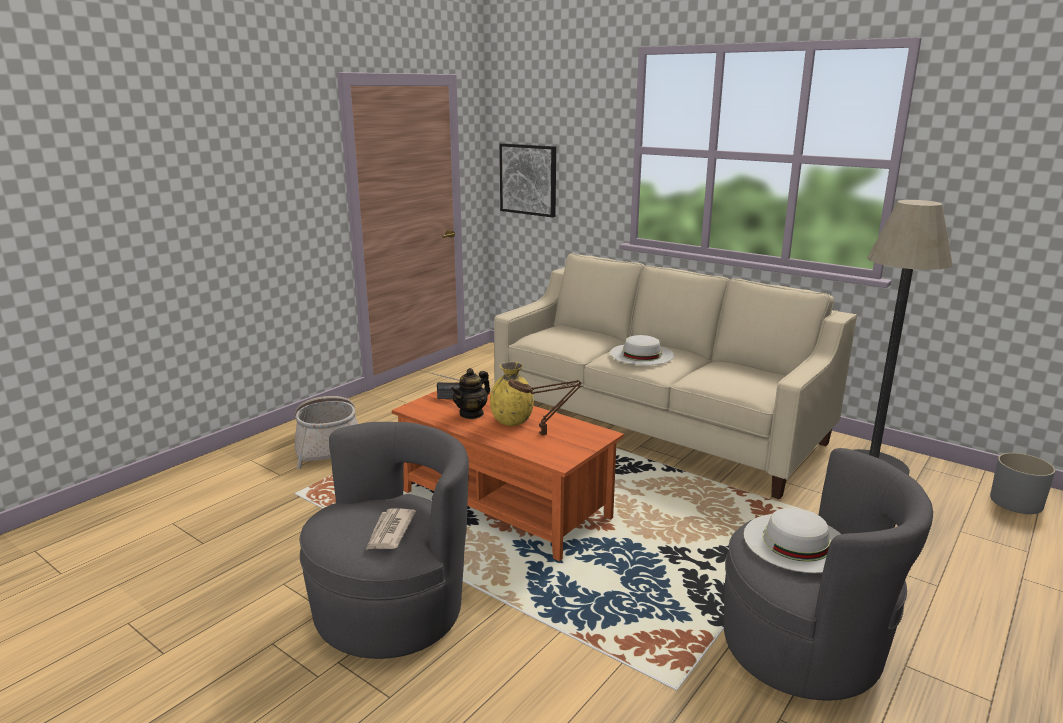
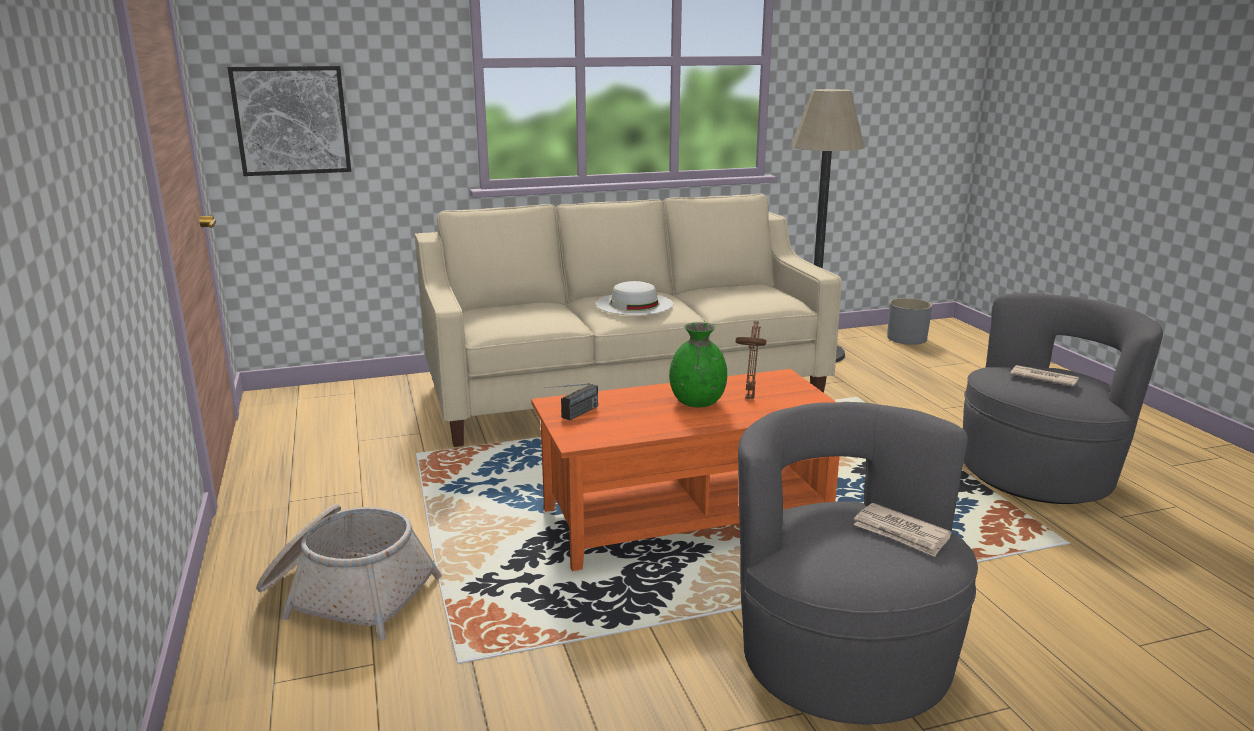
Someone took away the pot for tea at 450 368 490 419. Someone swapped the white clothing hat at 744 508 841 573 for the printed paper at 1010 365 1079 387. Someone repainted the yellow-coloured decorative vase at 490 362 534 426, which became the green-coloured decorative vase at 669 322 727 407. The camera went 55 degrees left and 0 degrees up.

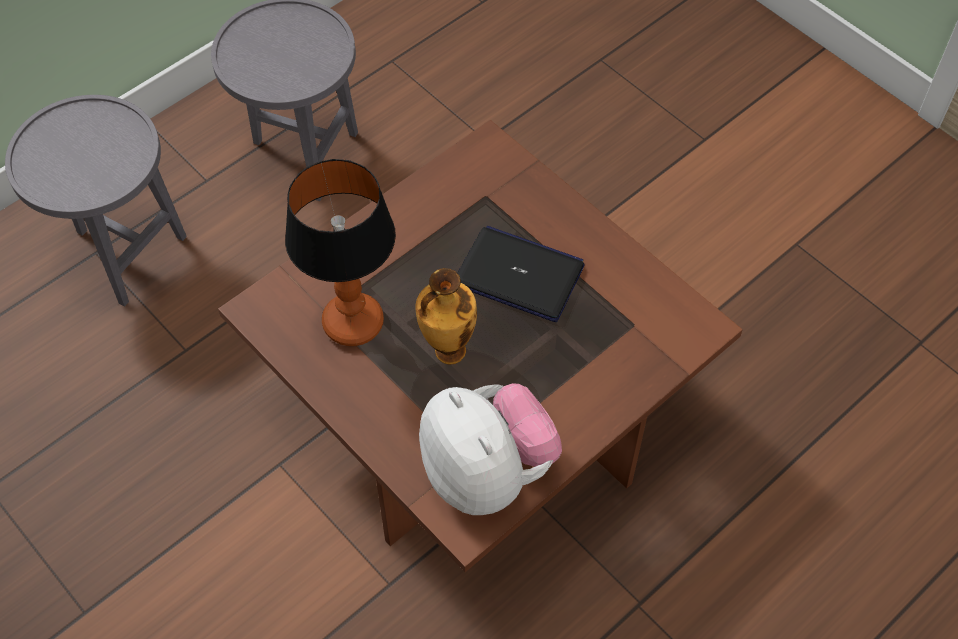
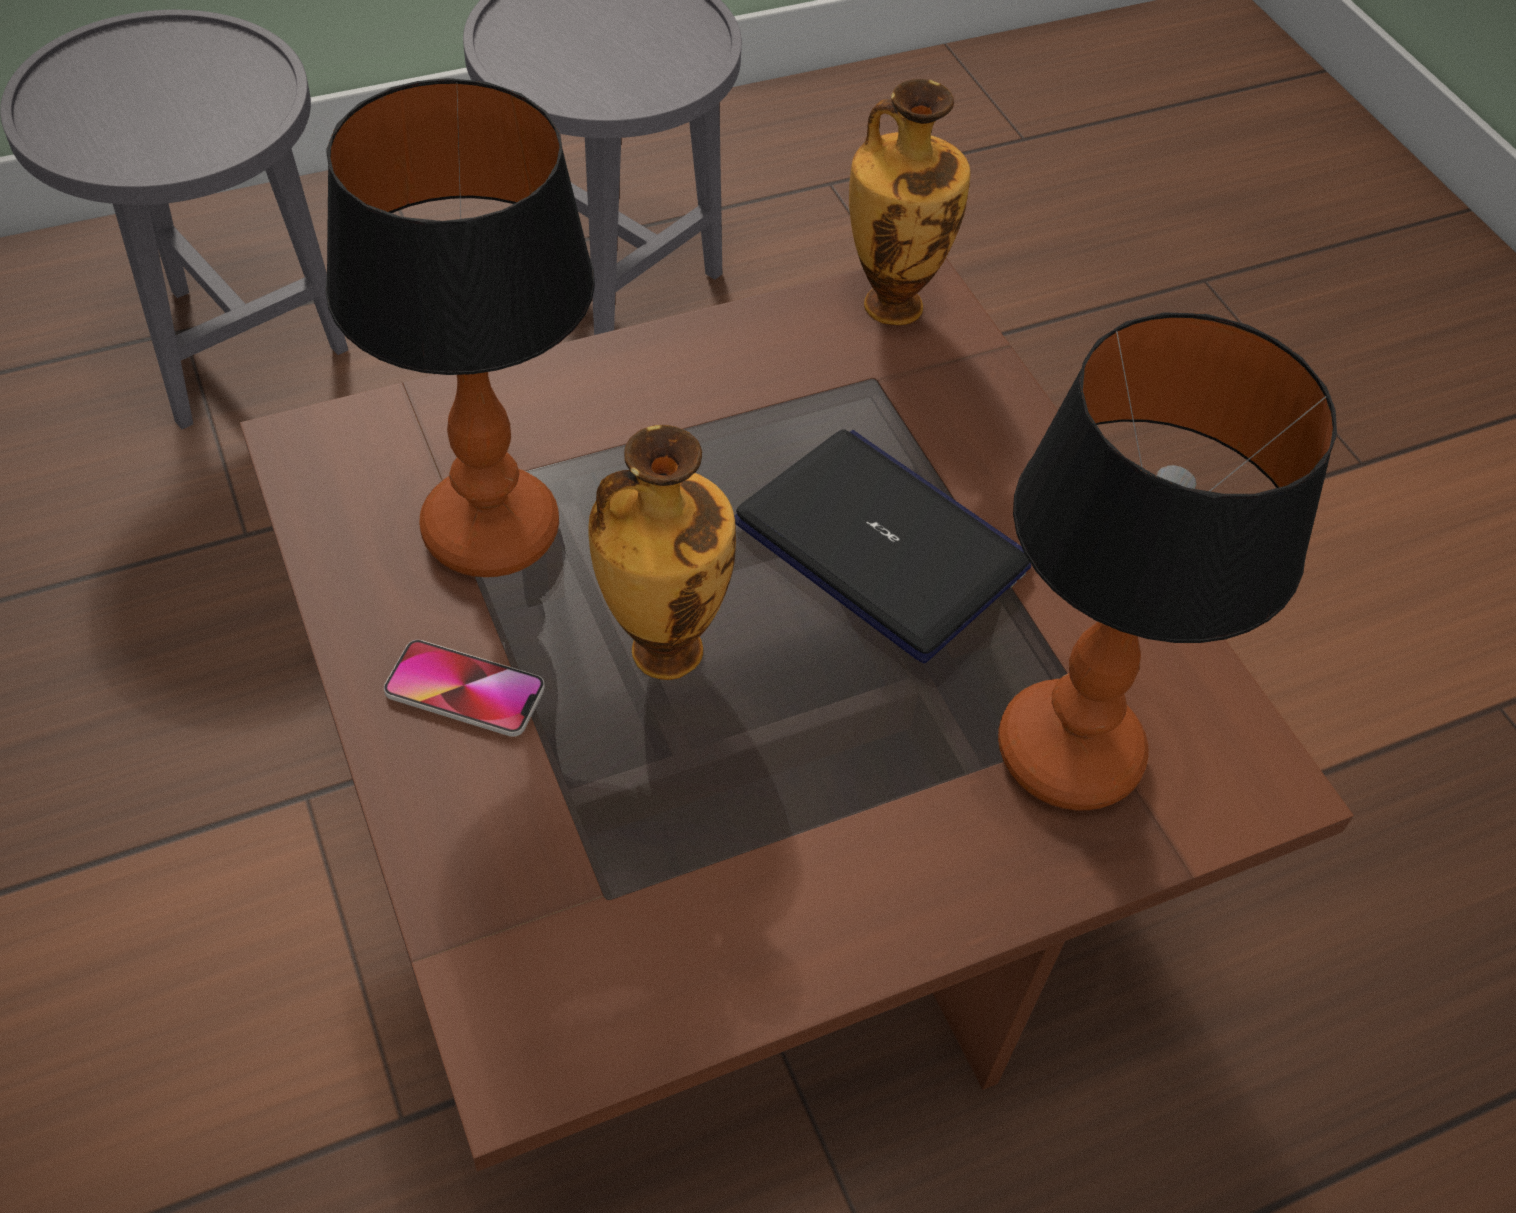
Someone took away the cuddly toy at 419 383 562 515. Someone put down the handset at 384 640 545 737. Someone put down the decorative vase at 849 79 971 325. Someone put down the table lamp at 998 312 1337 810. The camera went 15 degrees right and 5 degrees down.

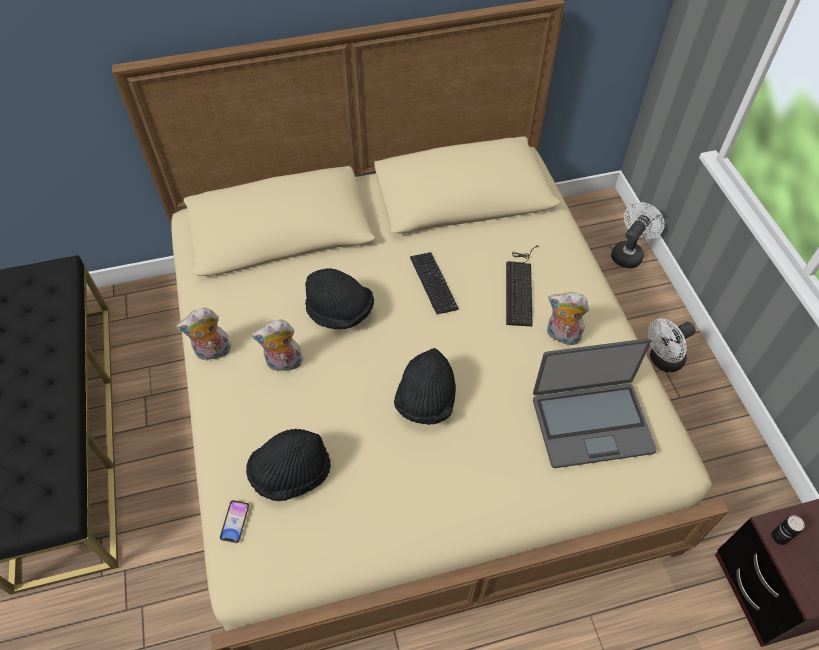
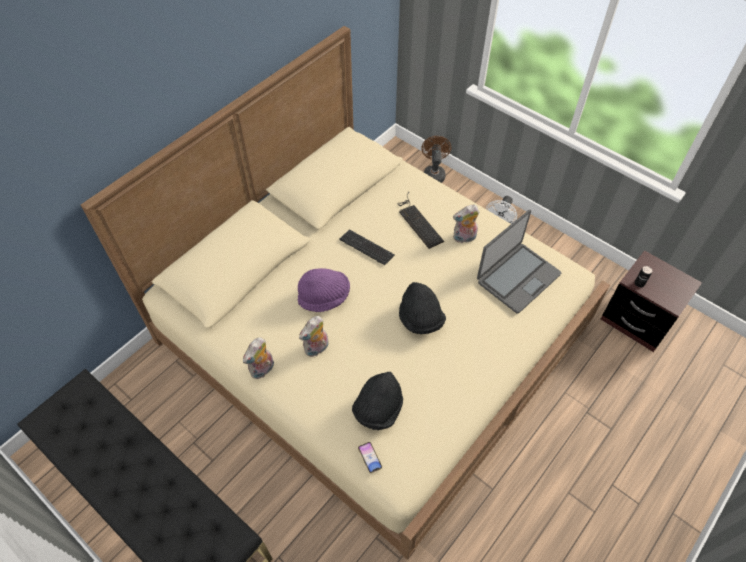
Someone repainted the blackish clothing hat at 305 268 374 329, which became the purple-coloured clothing hat at 298 268 350 312. Someone repainted the white electric fan at 611 202 665 268, which became the brown electric fan at 421 136 451 183. The camera went 35 degrees left and 0 degrees up.

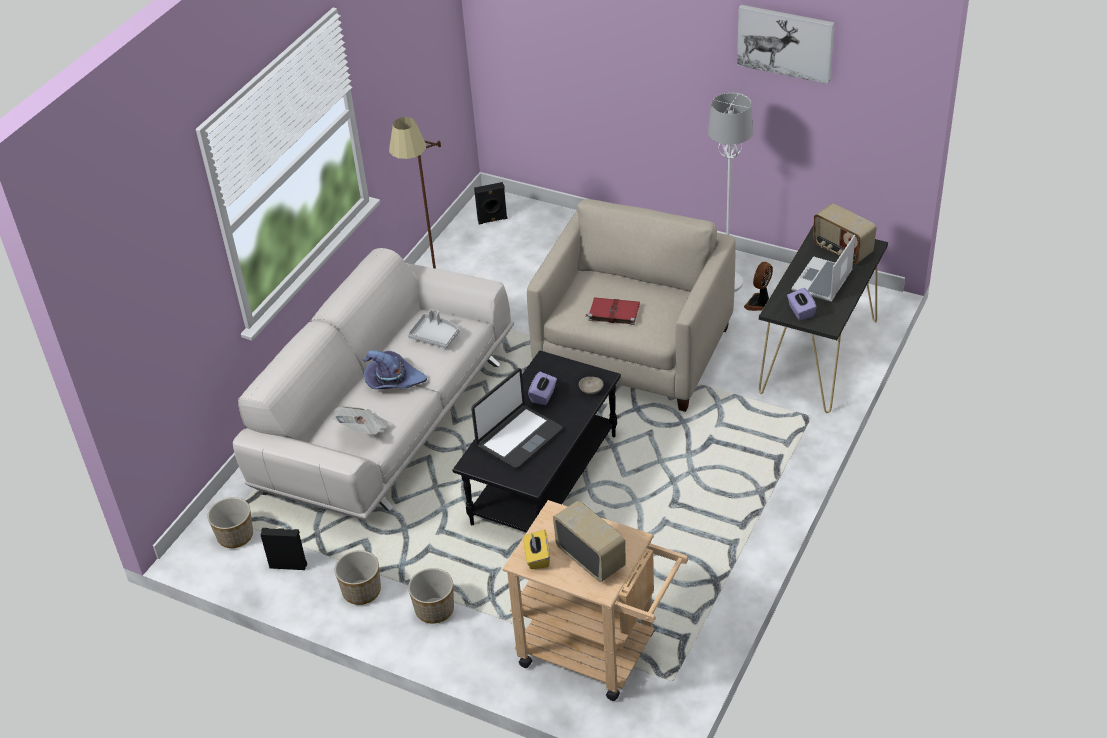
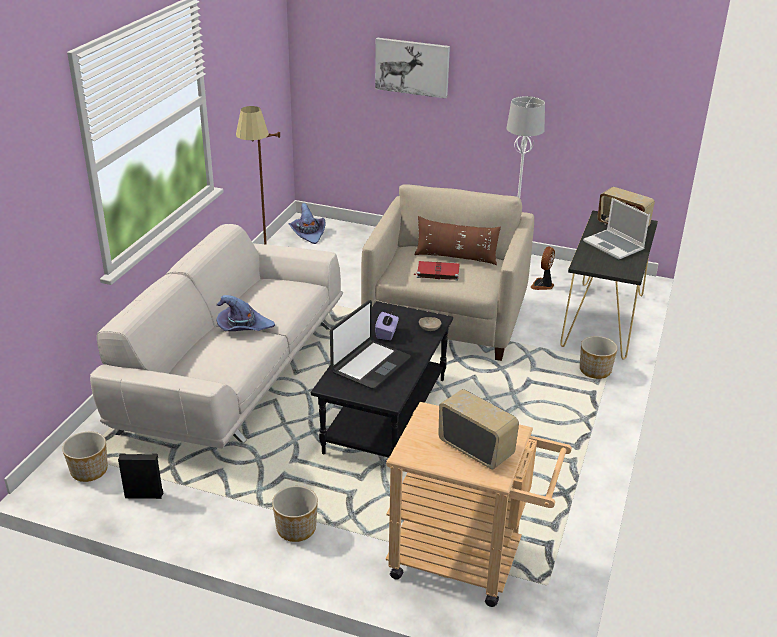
Someone took away the printed paper at 333 406 392 435. Someone took away the grey tray at 408 309 460 349. Someone took away the yellow-coloured tissue box at 523 530 550 569. Someone took away the purple-coloured tissue box at 787 288 817 320. Someone put down the brown cushion at 414 216 501 265. Someone carried the plant pot from 335 550 381 605 to 580 336 618 379. Someone carried the wall picture from 737 5 835 84 to 375 38 450 99. Someone swapped the blackish audio speaker at 474 182 508 225 for the purple-coloured clothing hat at 289 203 326 244. Someone rotated the notebook computer at 791 235 855 302 by 60 degrees counterclockwise. The camera went 10 degrees left and 10 degrees down.

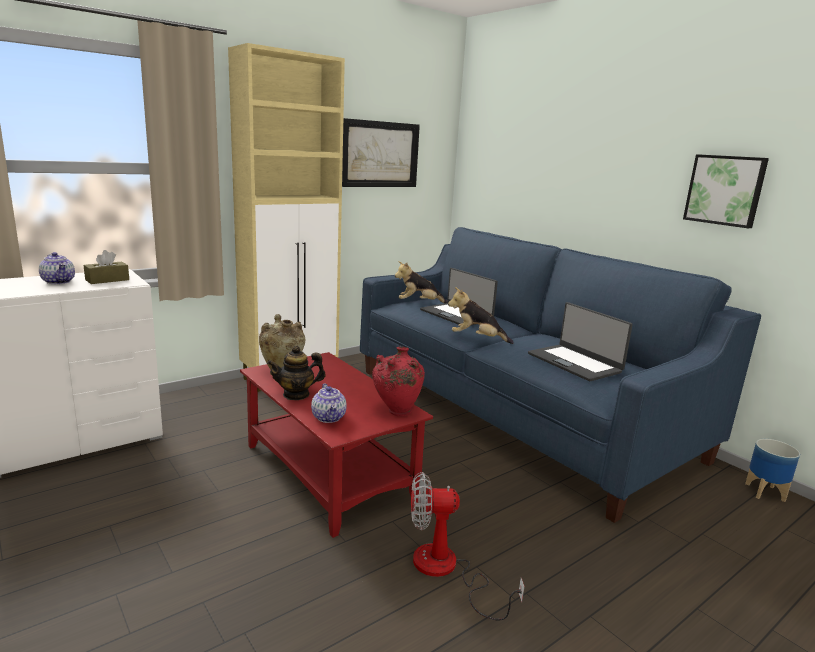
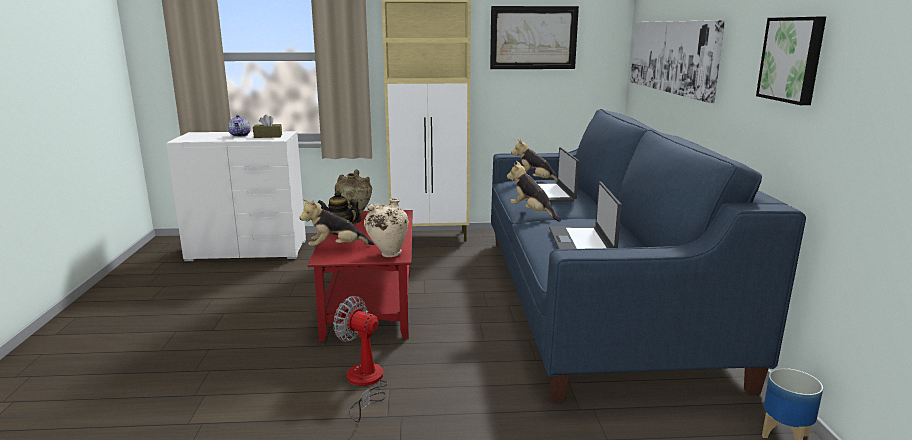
Someone put up the wall picture at 630 20 725 103. Someone swapped the pot for tea at 311 383 347 423 for the cuddly toy at 299 199 374 246. Someone repainted the reddish decorative vase at 372 347 425 416, which became the beige decorative vase at 364 198 409 257. The camera went 35 degrees right and 0 degrees up.

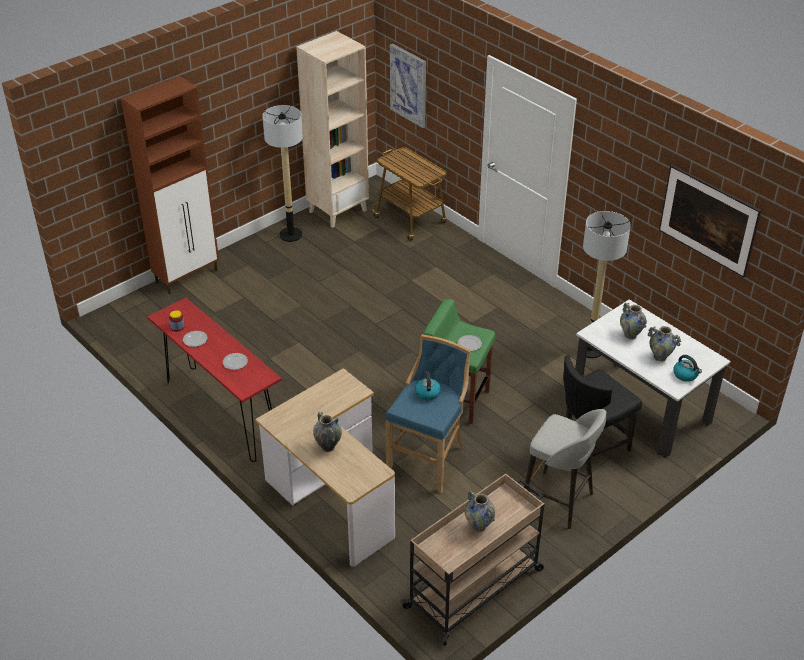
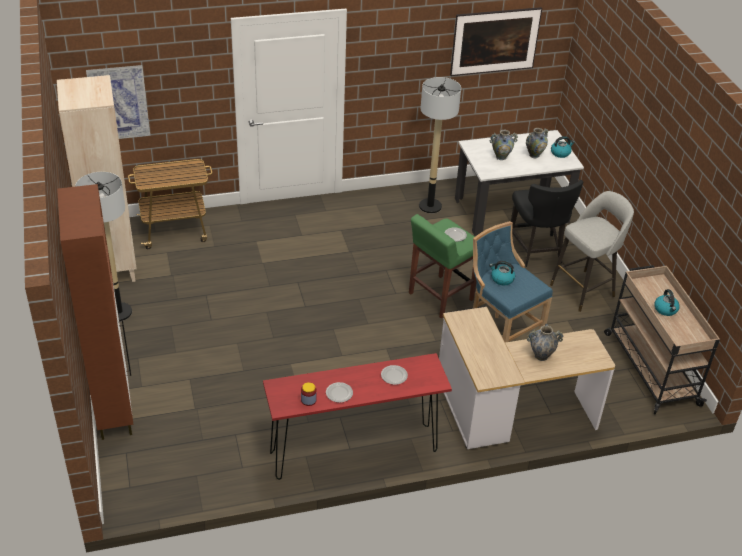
Someone swapped the decorative vase at 465 490 495 532 for the kettle at 654 289 680 316. The camera went 65 degrees left and 0 degrees up.

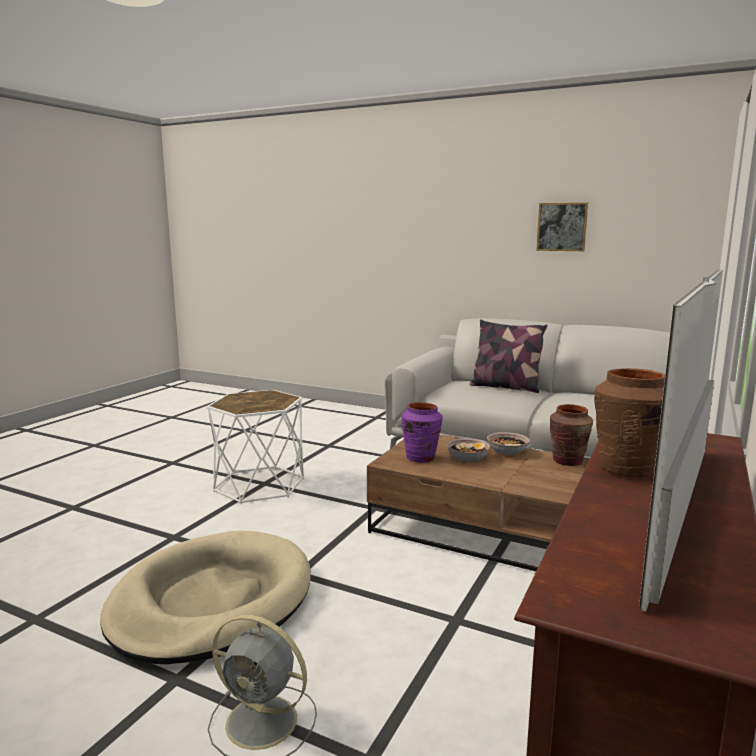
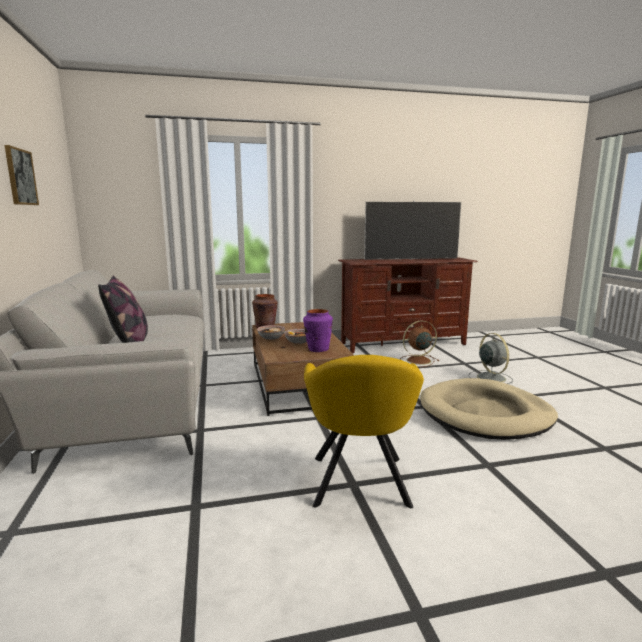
Someone took away the brown decorative vase at 595 368 665 477. Someone put down the brown electric fan at 400 321 439 367. Someone swapped the white accent table at 207 390 304 504 for the yellow-coloured armchair at 304 355 424 508. The camera went 130 degrees left and 0 degrees up.

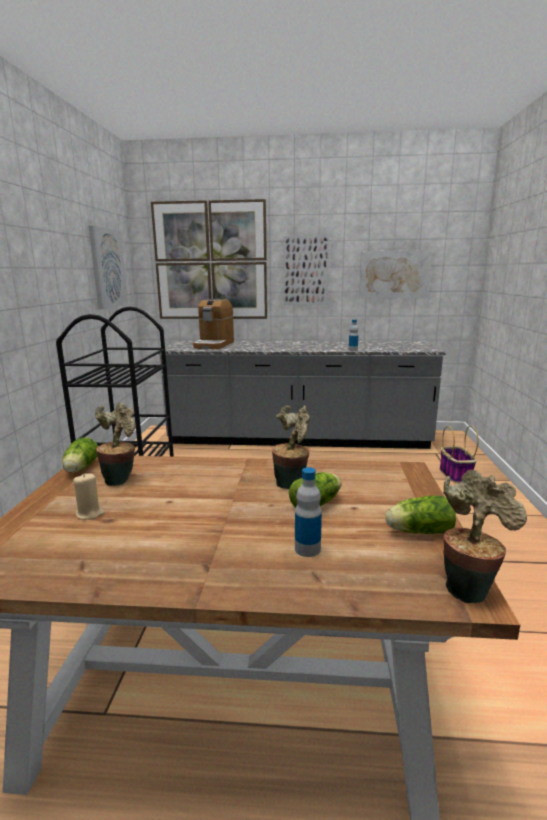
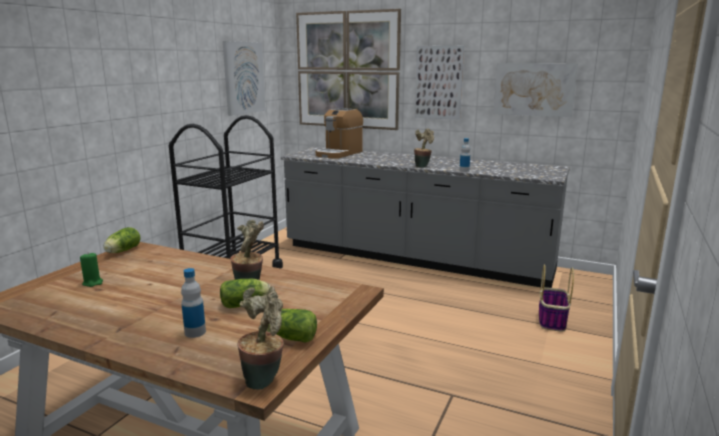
Someone carried the potted plant from 95 402 135 486 to 414 129 434 168. Someone repainted the beige candle at 73 473 105 520, which became the green-coloured candle at 80 253 103 287. The camera went 20 degrees right and 0 degrees up.

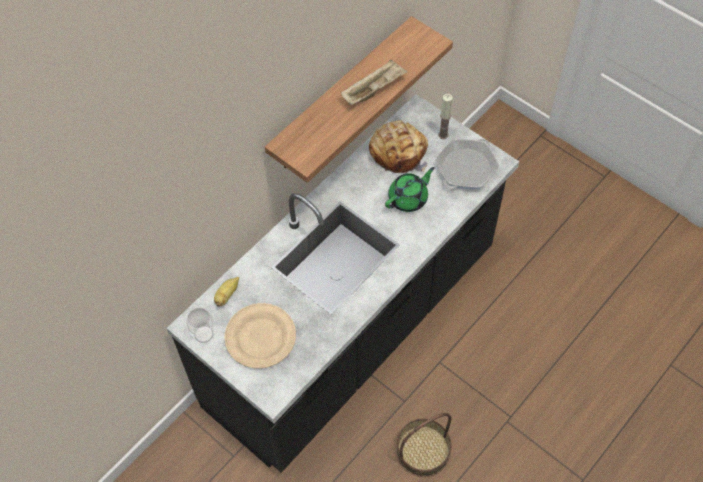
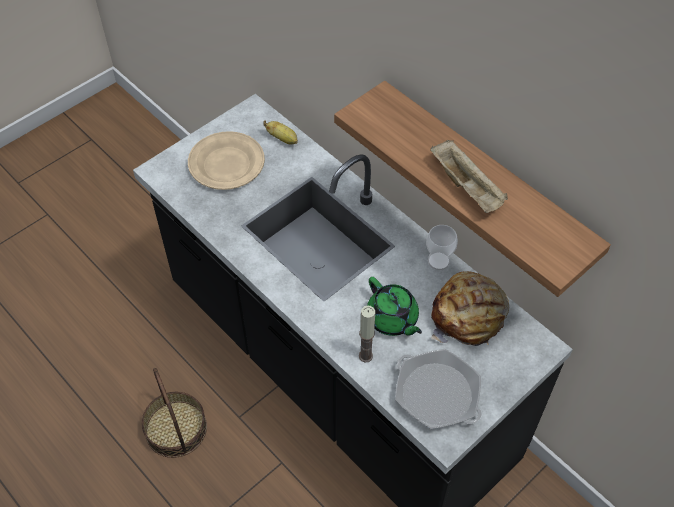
Someone carried the cup from 186 307 213 343 to 426 225 458 270. Someone carried the candle from 438 94 453 139 to 359 306 375 363. The camera went 95 degrees right and 5 degrees down.

